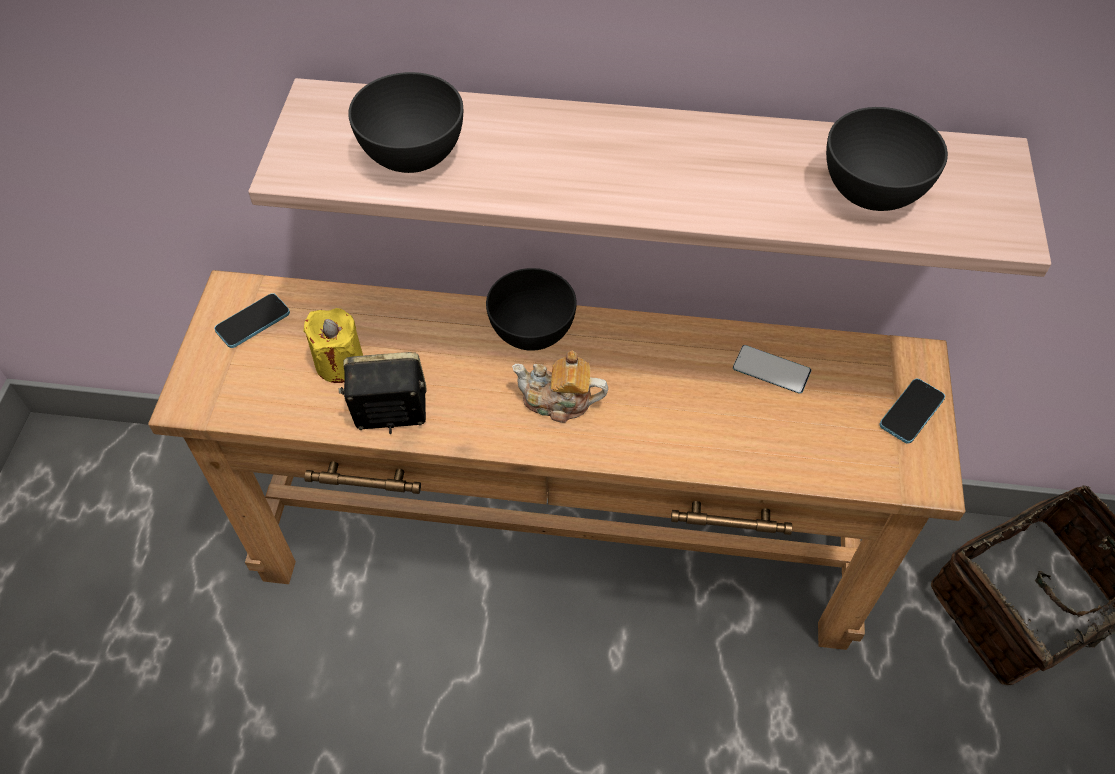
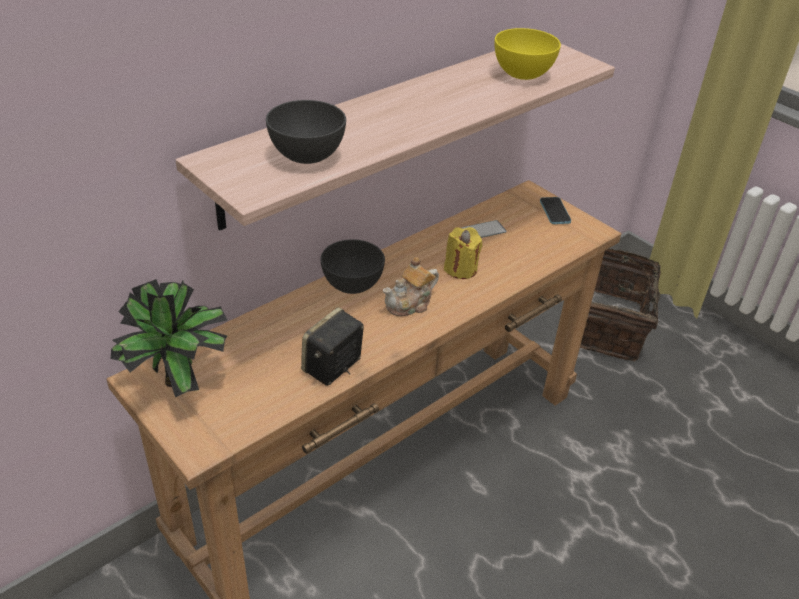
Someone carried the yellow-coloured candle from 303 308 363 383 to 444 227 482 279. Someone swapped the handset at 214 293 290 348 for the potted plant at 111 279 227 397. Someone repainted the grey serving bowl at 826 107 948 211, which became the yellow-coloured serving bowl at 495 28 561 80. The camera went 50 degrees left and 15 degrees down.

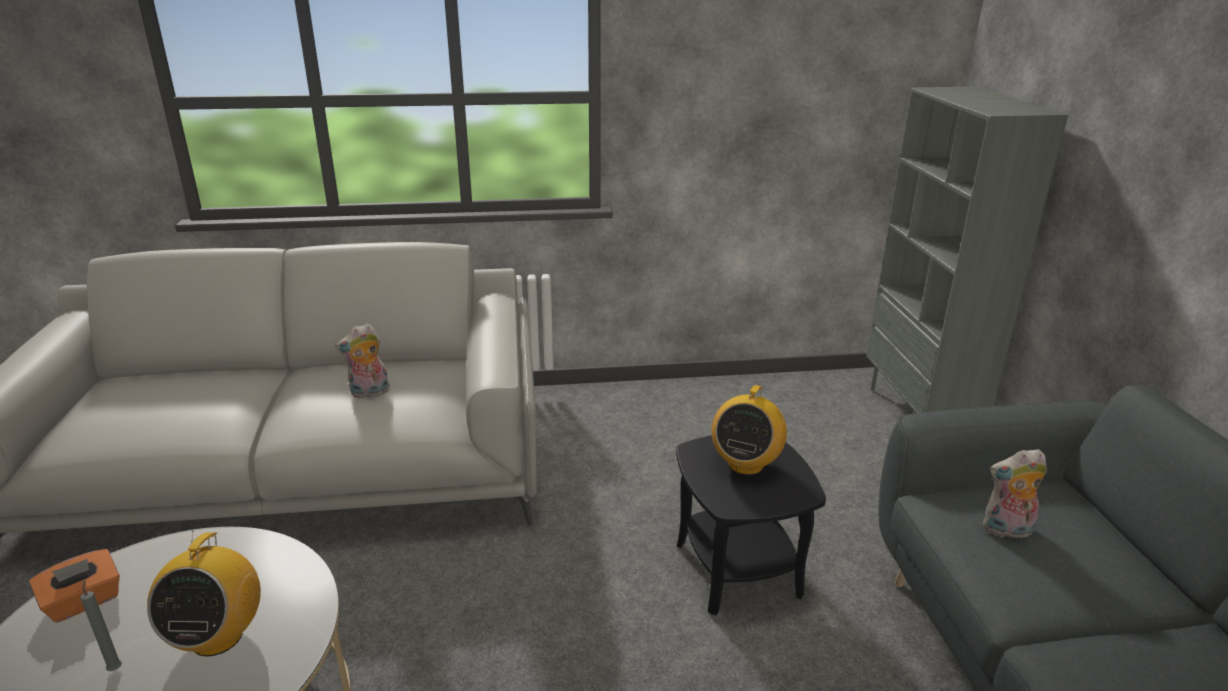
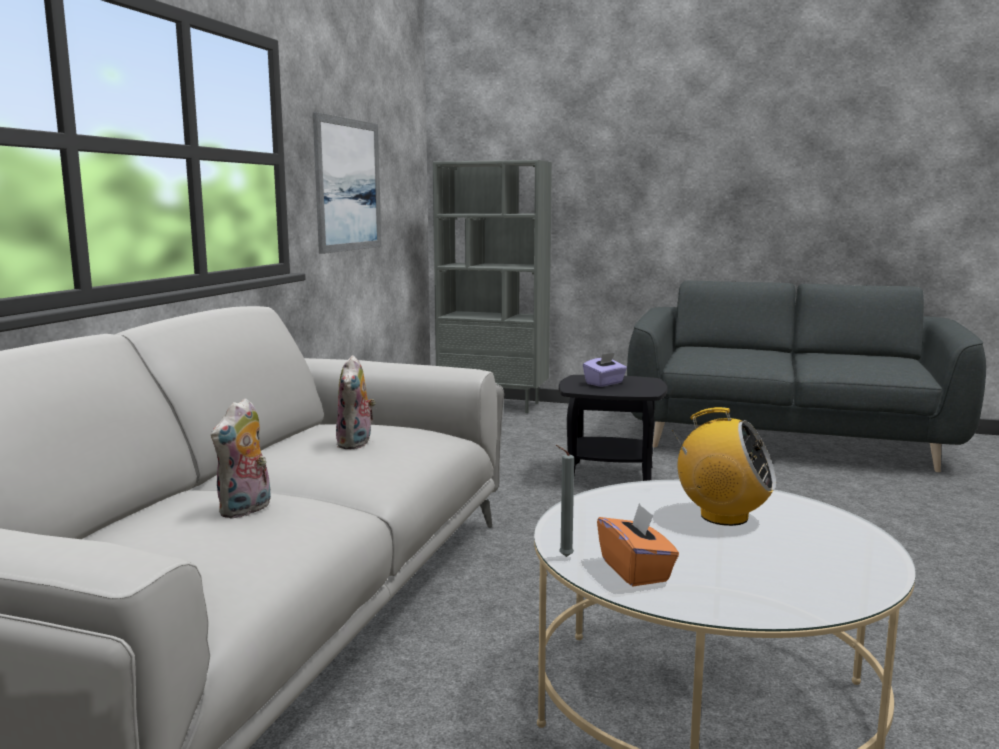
Someone put up the wall picture at 313 112 382 254. Someone carried the grey candle from 80 579 122 671 to 556 445 574 557. Someone carried the cuddly toy from 983 449 1047 538 to 211 398 271 519. Someone swapped the radio set at 712 384 787 475 for the purple-coloured tissue box at 583 353 627 387. The camera went 65 degrees left and 15 degrees down.

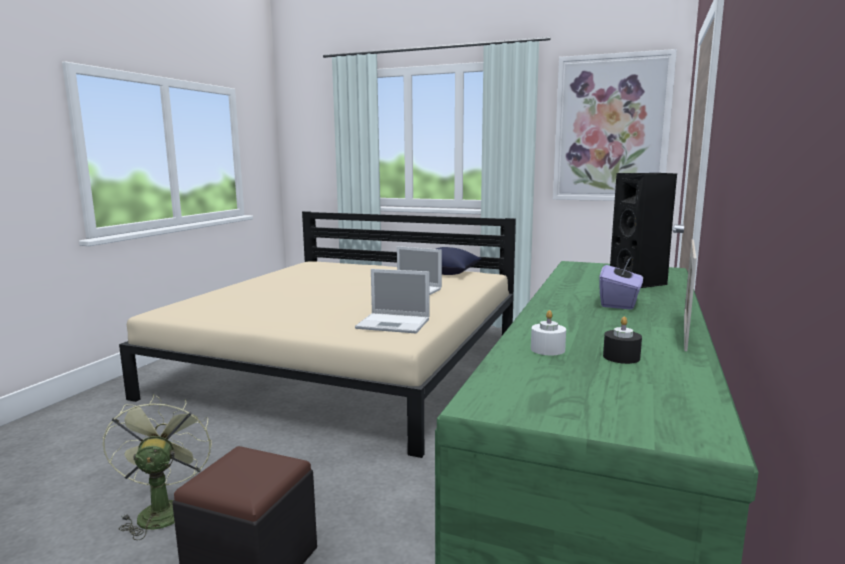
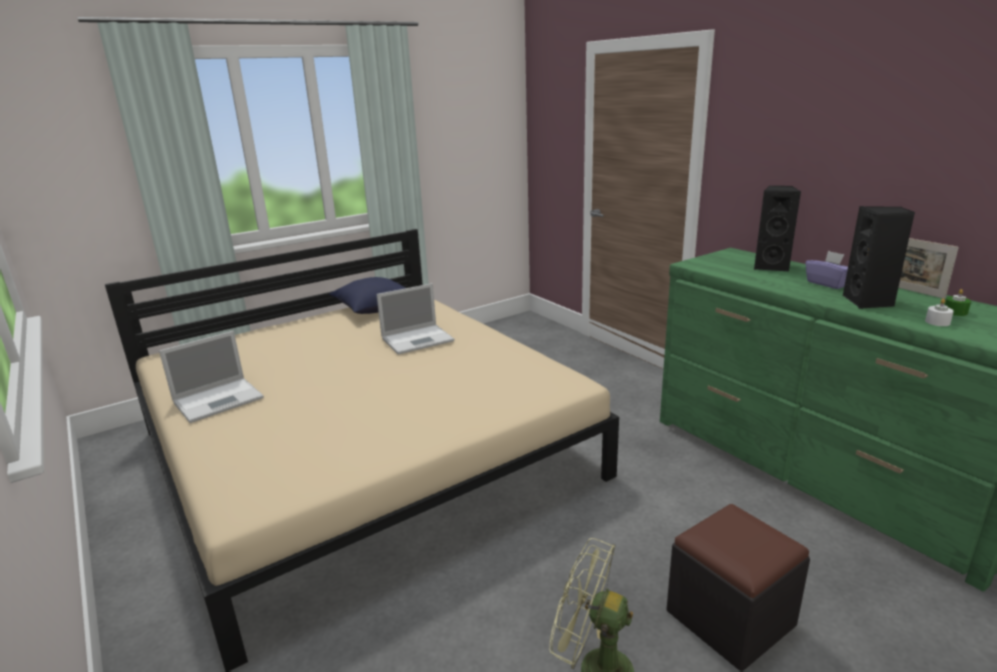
Someone took away the wall picture at 553 49 677 201. Someone put down the blackish audio speaker at 843 206 915 309. Someone carried the notebook computer from 355 269 430 333 to 159 331 264 423. Someone repainted the blackish candle at 603 316 642 364, which became the green-coloured candle at 945 289 971 316. The camera went 55 degrees left and 10 degrees up.

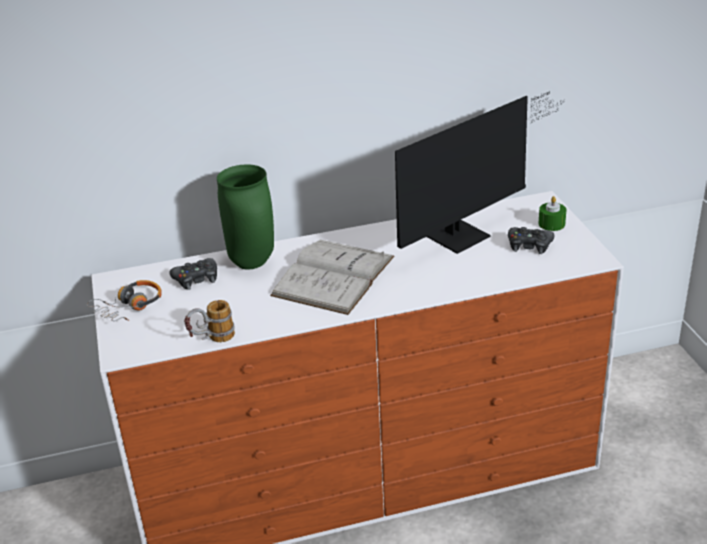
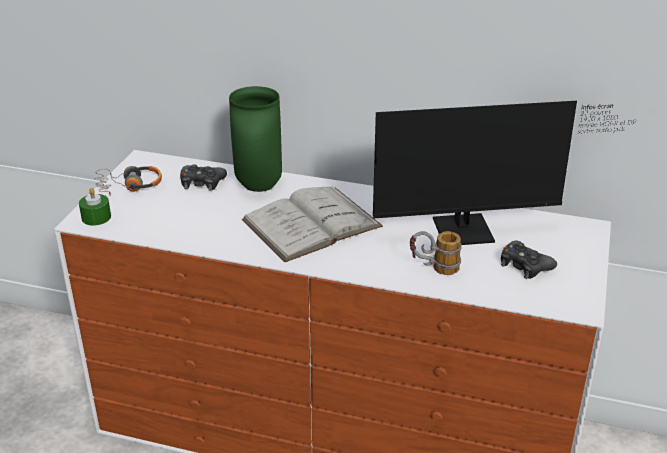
Someone carried the coffee mug from 184 300 235 342 to 410 231 462 275. Someone carried the green-coloured candle from 538 196 567 231 to 79 188 111 226. The camera went 30 degrees right and 0 degrees up.

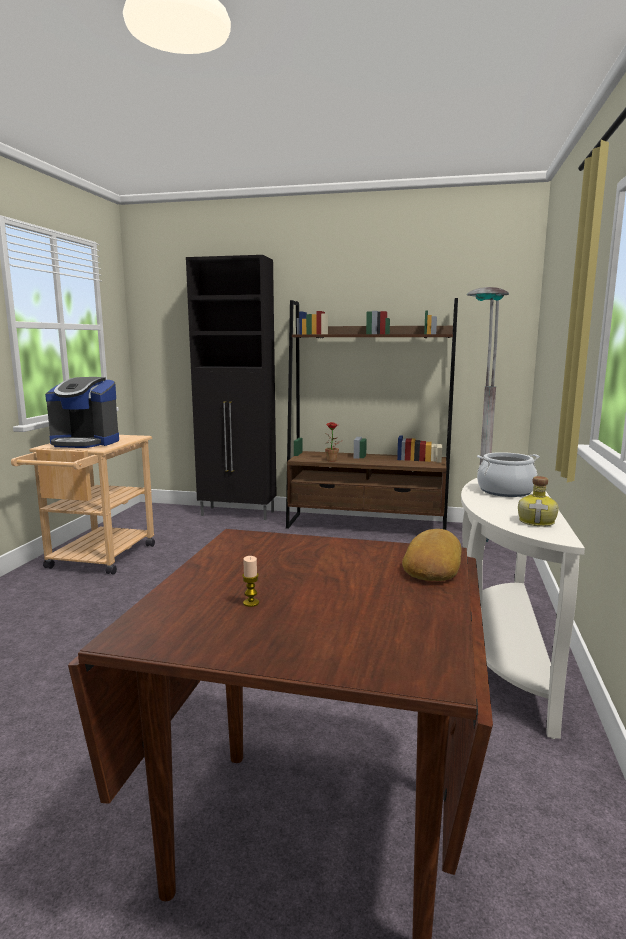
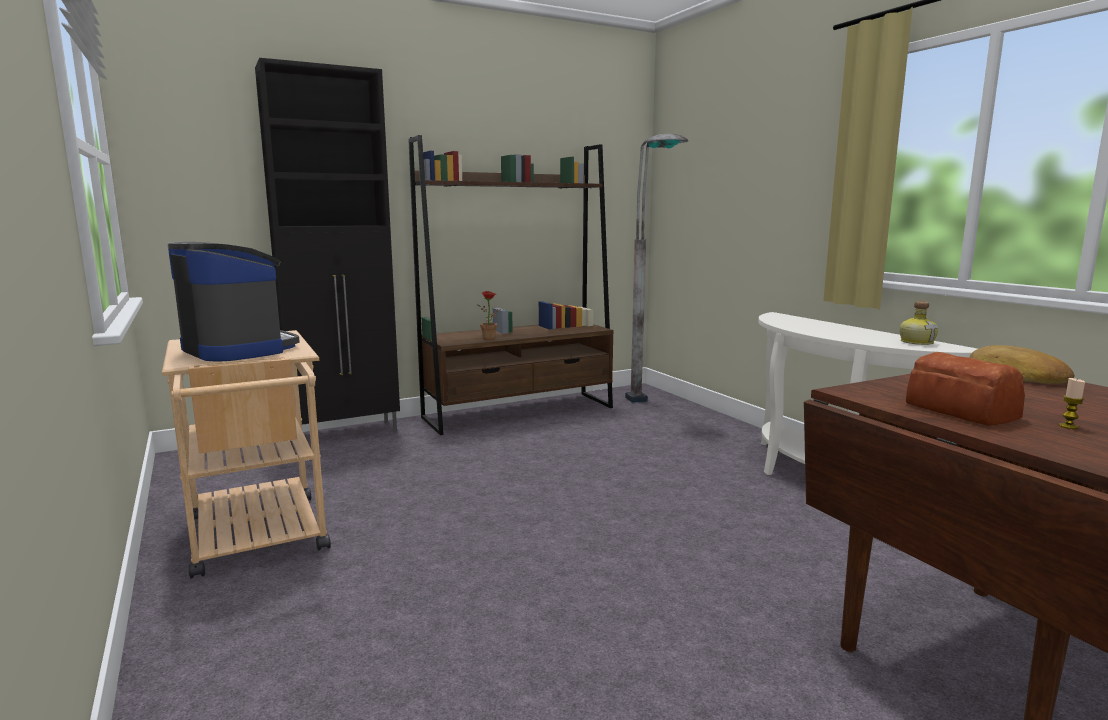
Someone took away the saucepot at 477 452 540 497. Someone put down the bread at 906 352 1025 426. Someone rotated the coffee maker at 45 377 119 448 by 105 degrees counterclockwise. The camera went 40 degrees left and 0 degrees up.

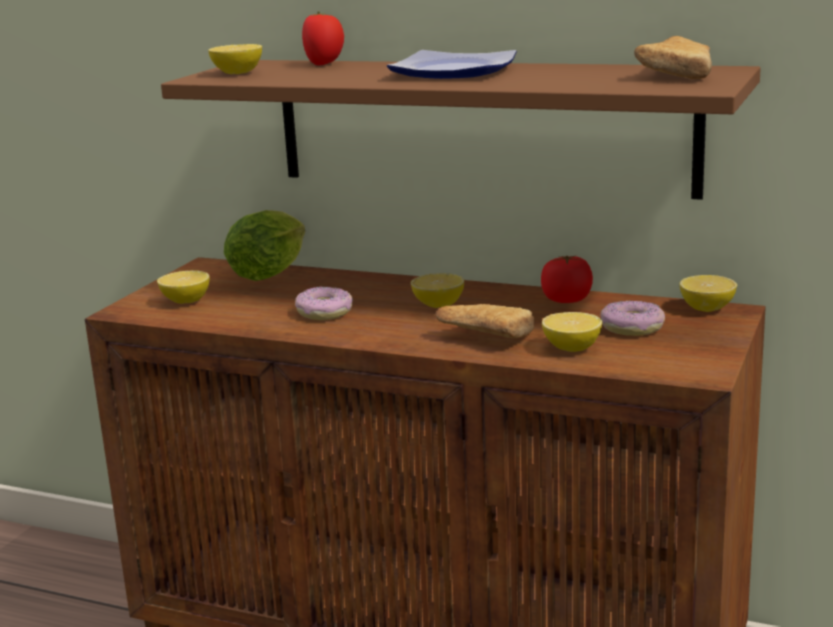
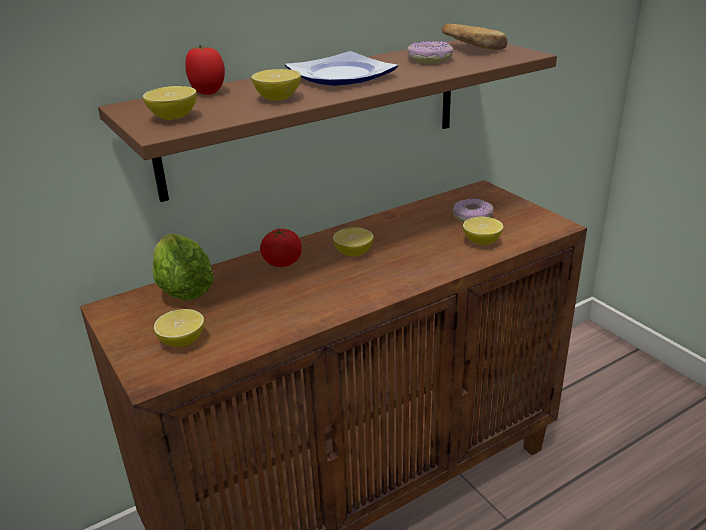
Someone took away the bread at 435 304 535 338. Someone carried the ring doughnut from 295 286 353 320 to 407 41 454 64. Someone carried the tomato from 541 256 593 303 to 260 228 302 267. Someone carried the lemon from 680 275 737 312 to 251 69 301 101. The camera went 55 degrees left and 10 degrees up.

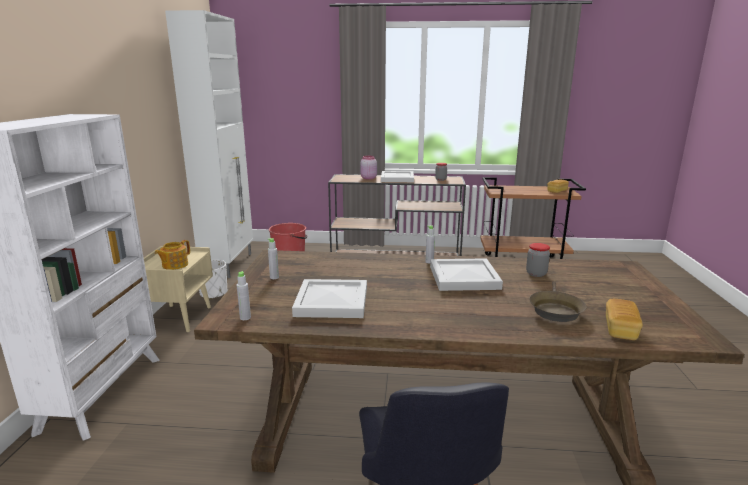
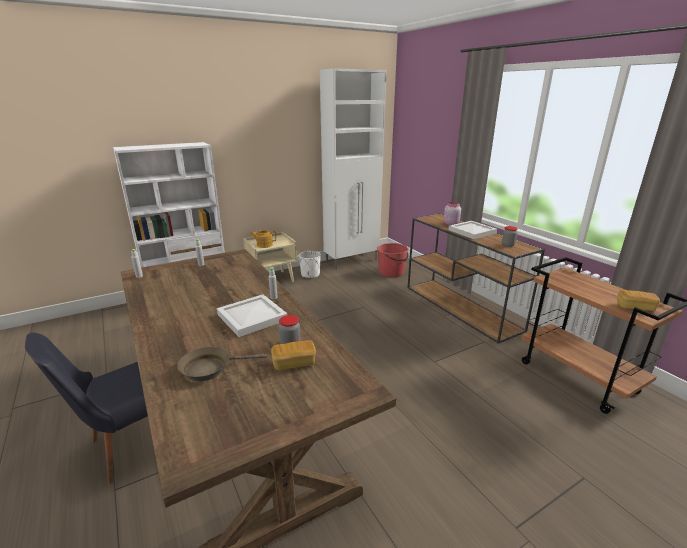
Someone took away the white tray at 292 279 367 318. Someone carried the bread from 606 299 643 340 to 271 340 316 370. The camera went 55 degrees right and 5 degrees up.

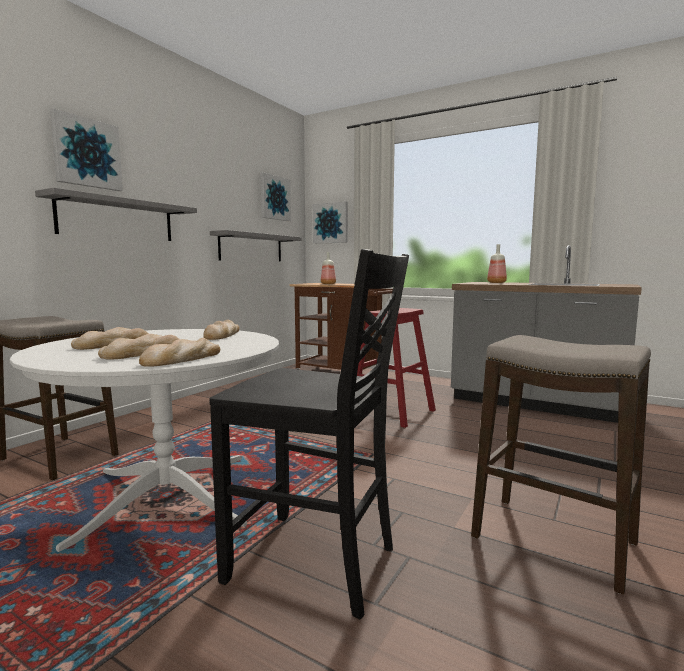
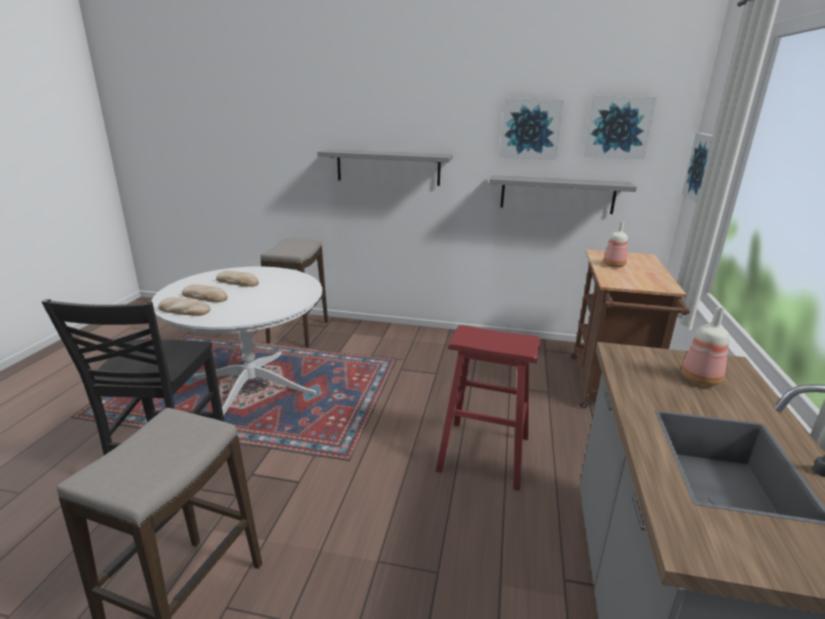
Someone took away the bread at 203 320 239 340. Someone carried the wall picture from 50 108 123 191 to 500 98 564 160. The camera went 70 degrees right and 15 degrees up.

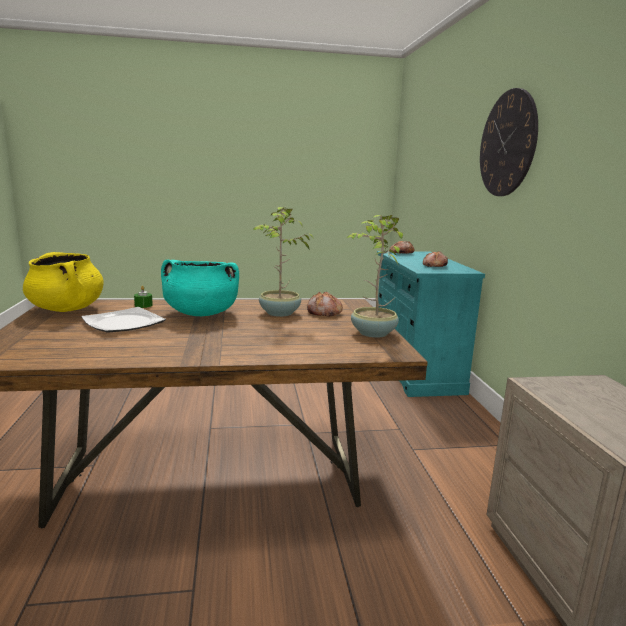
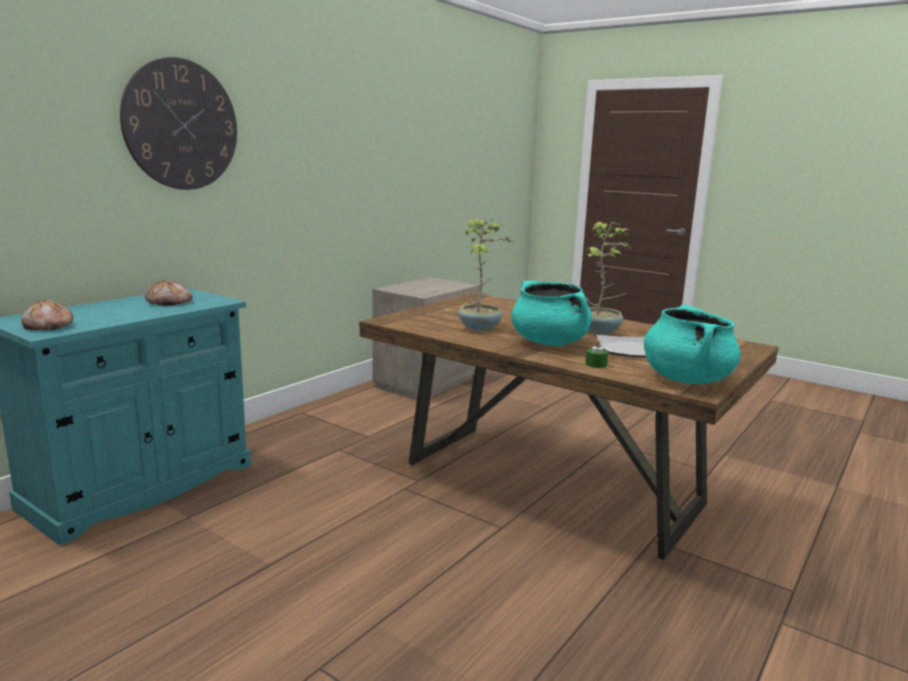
Someone took away the bread at 307 292 343 317. Someone carried the potted plant from 347 215 403 338 to 586 222 631 335. Someone repainted the yellow-coloured saucepot at 23 252 104 312, which became the turquoise-coloured saucepot at 644 304 741 384. The camera went 135 degrees left and 0 degrees up.

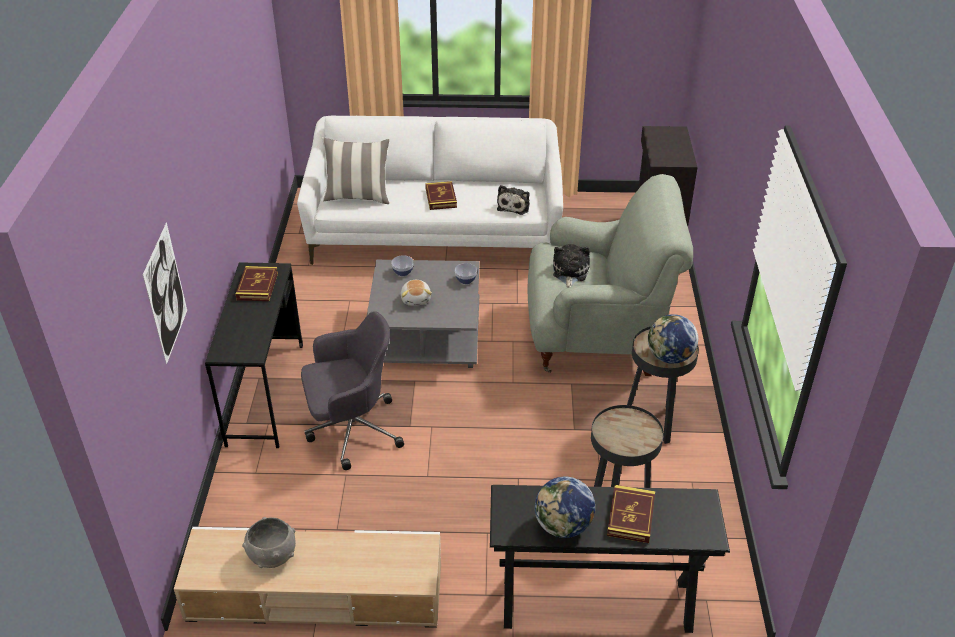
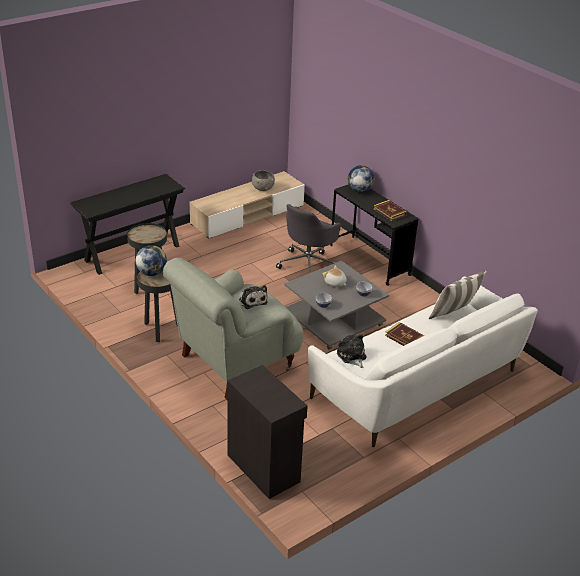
Someone took away the wall picture at 143 222 187 365. Someone took away the volume at 607 485 655 543. Someone carried the world globe from 535 477 595 538 to 348 165 375 192. The camera went 140 degrees right and 5 degrees down.

